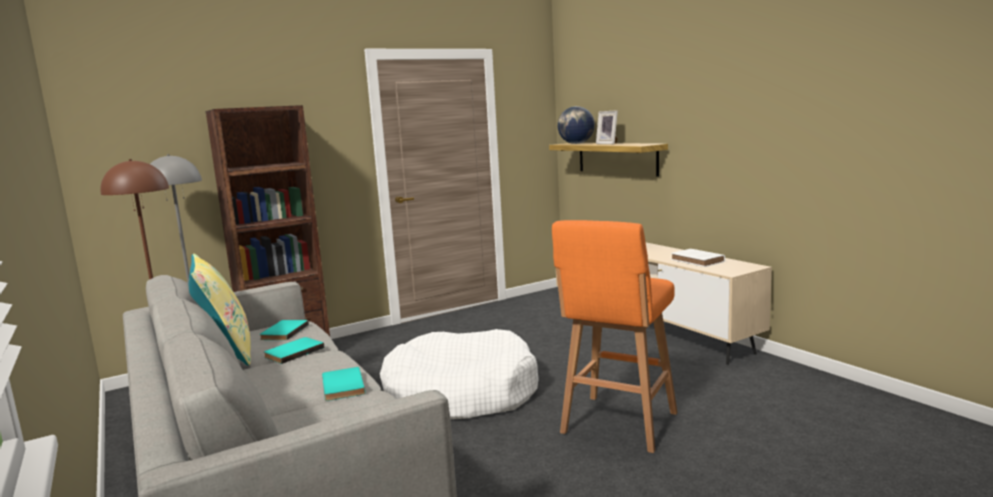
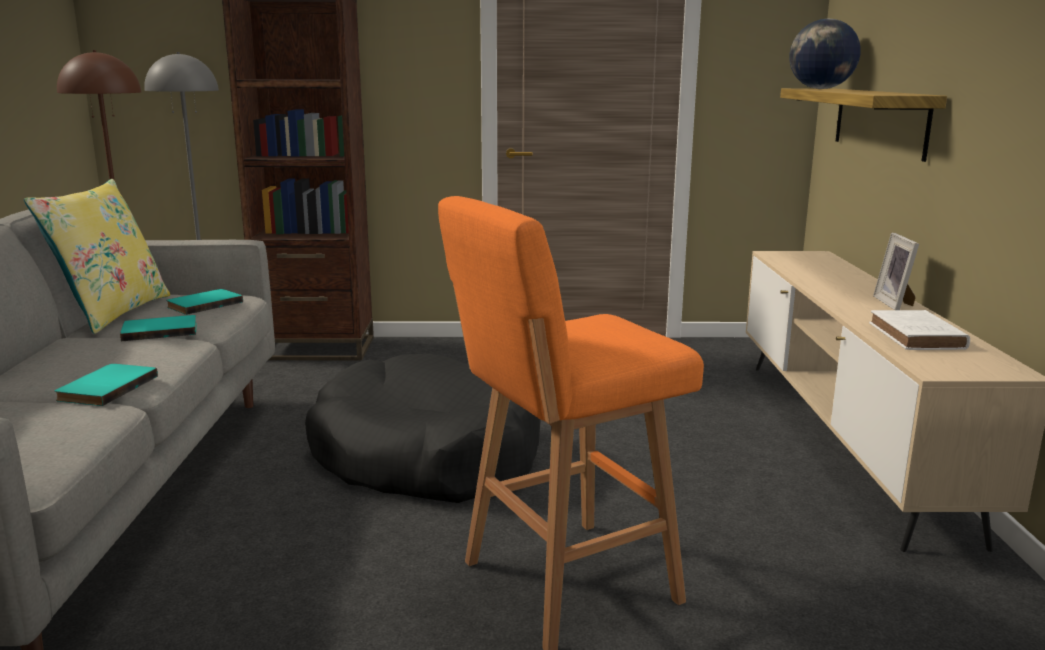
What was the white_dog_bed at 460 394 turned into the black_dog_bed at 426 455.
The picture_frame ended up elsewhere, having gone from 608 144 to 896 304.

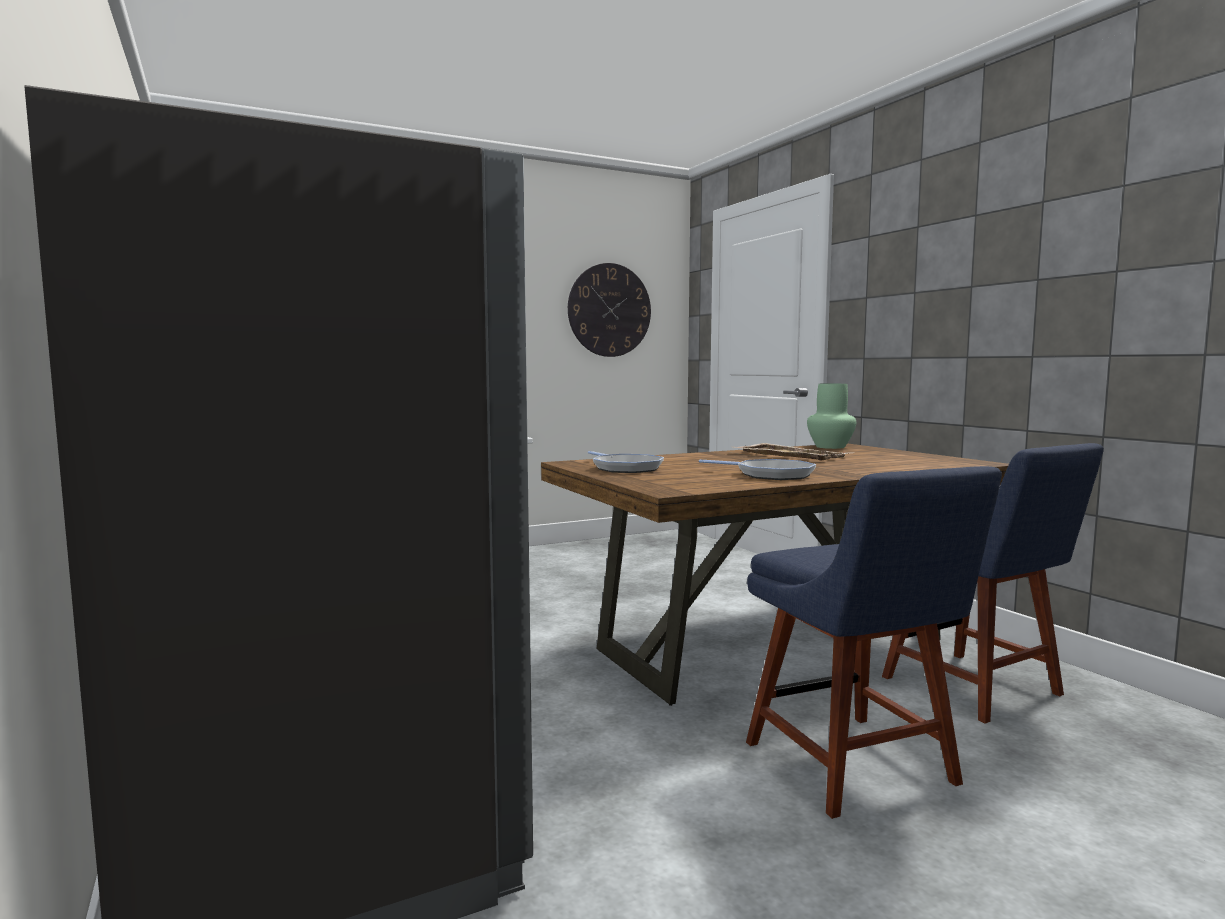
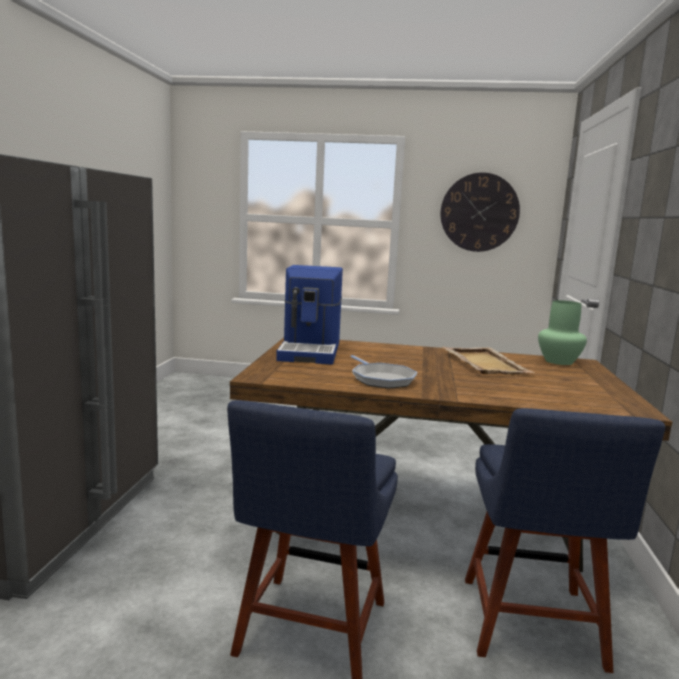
Where the frying_pan stood at 625 468, the coffee_machine came to stand at 311 351.

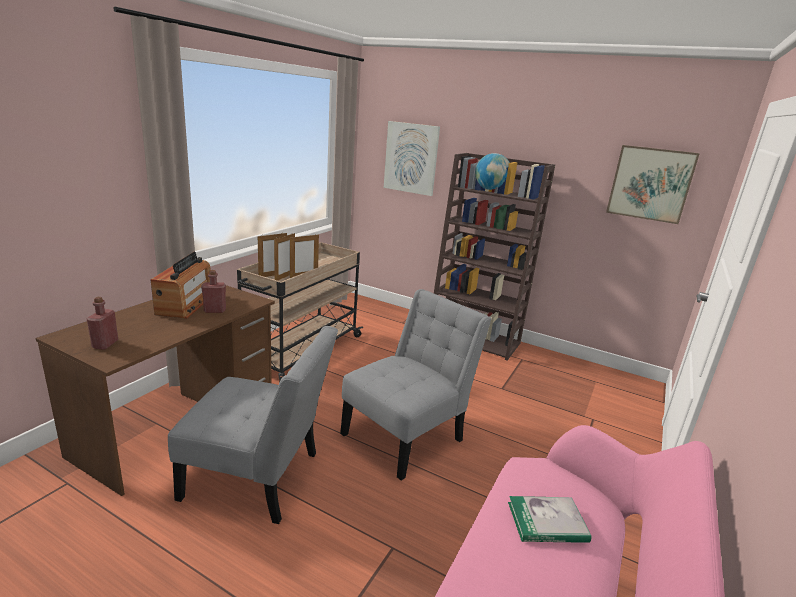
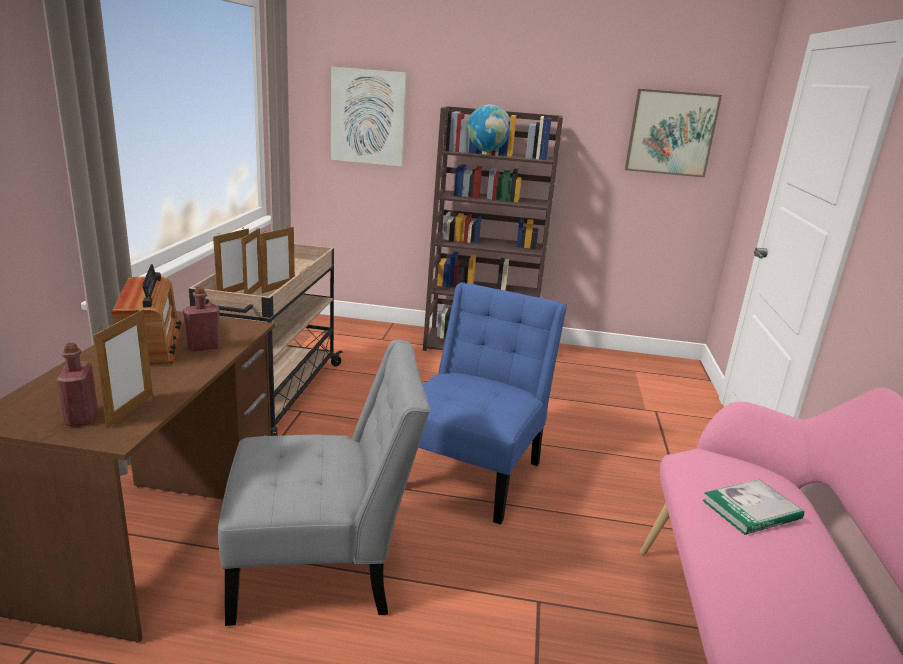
The second view gained the picture_frame at 130 410.
What was the grey_chair at 407 434 turned into the blue_chair at 473 471.

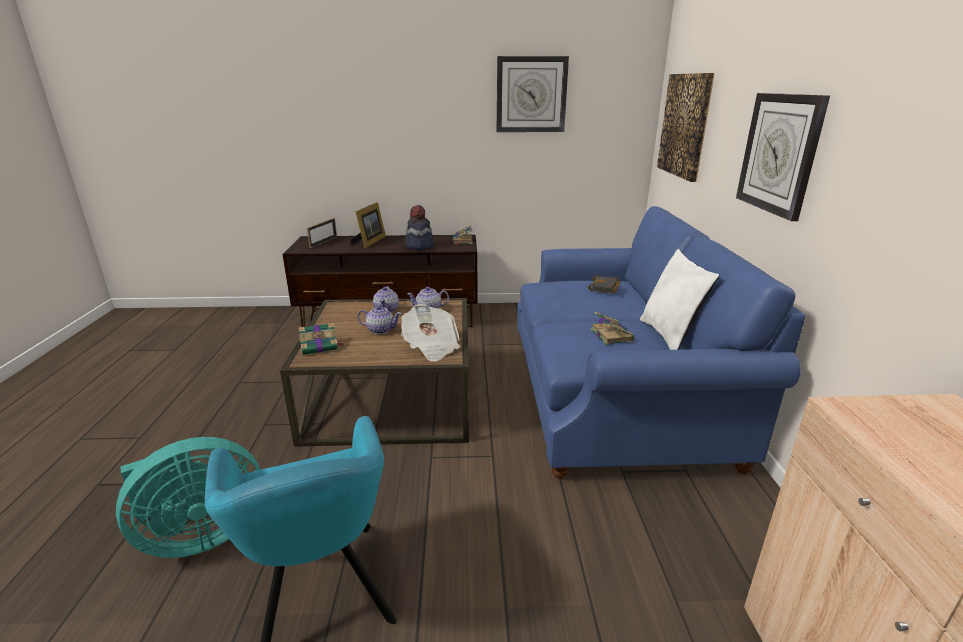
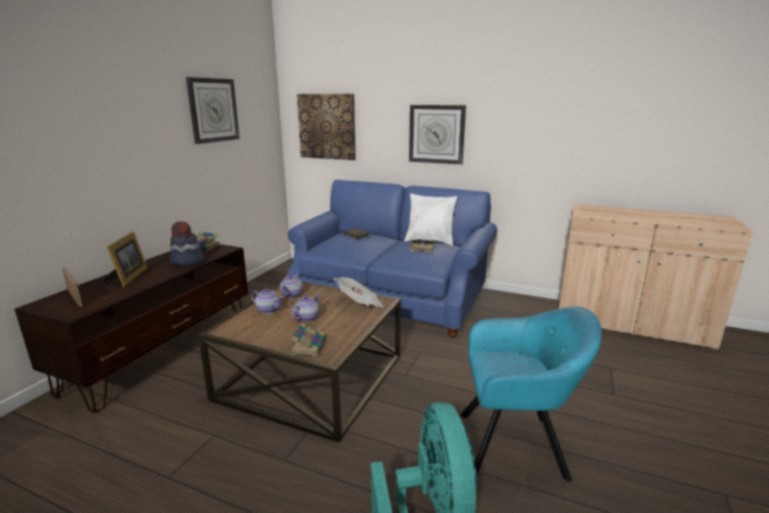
The picture_frame at 369 242 ended up facing another way, 45 degrees clockwise from before.

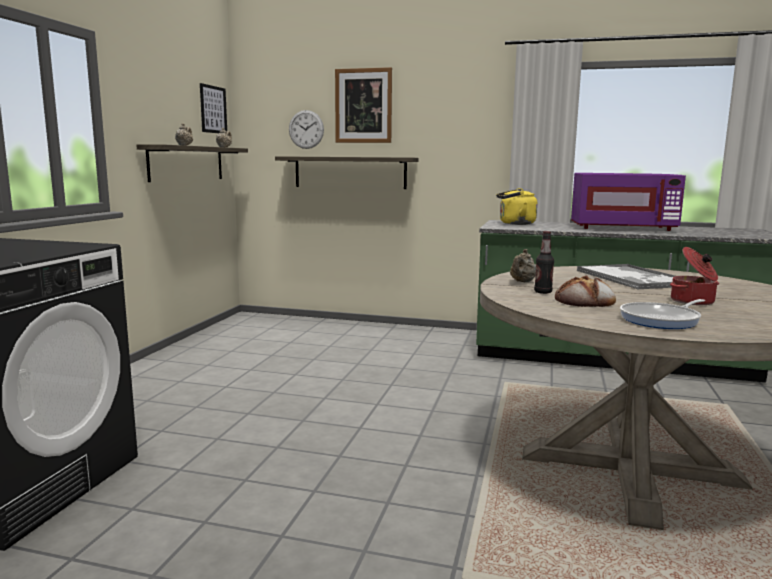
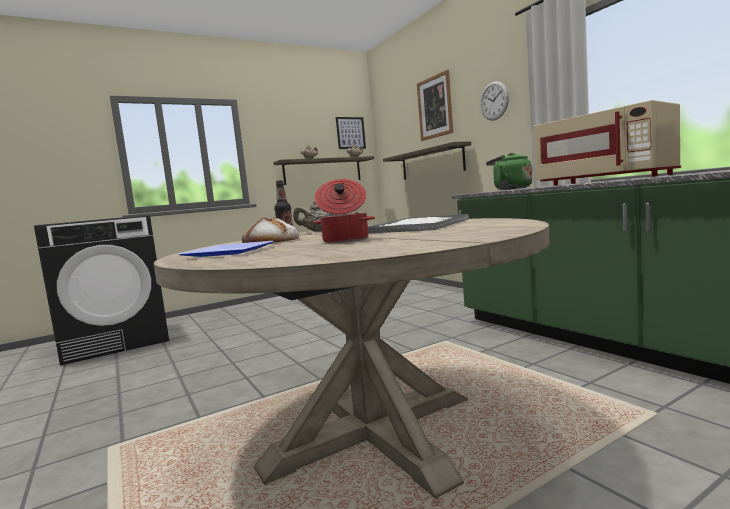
Where the frying_pan stood at 662 320, the plate came to stand at 230 252.
The wall_clock ended up elsewhere, having gone from 306 129 to 494 101.
What was the yellow_kettle at 514 223 turned into the green_kettle at 510 189.
What was the purple_microwave at 622 228 turned into the beige_microwave at 605 180.

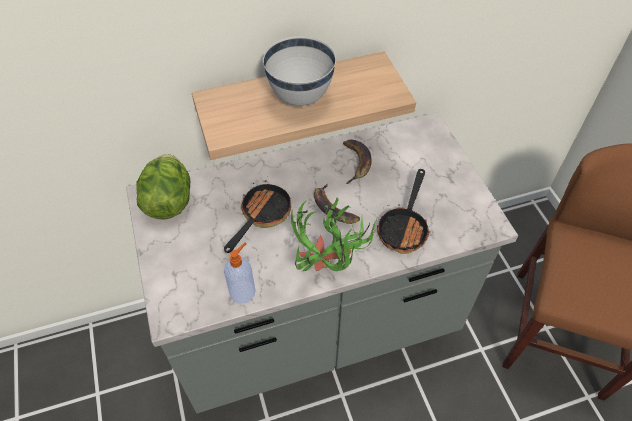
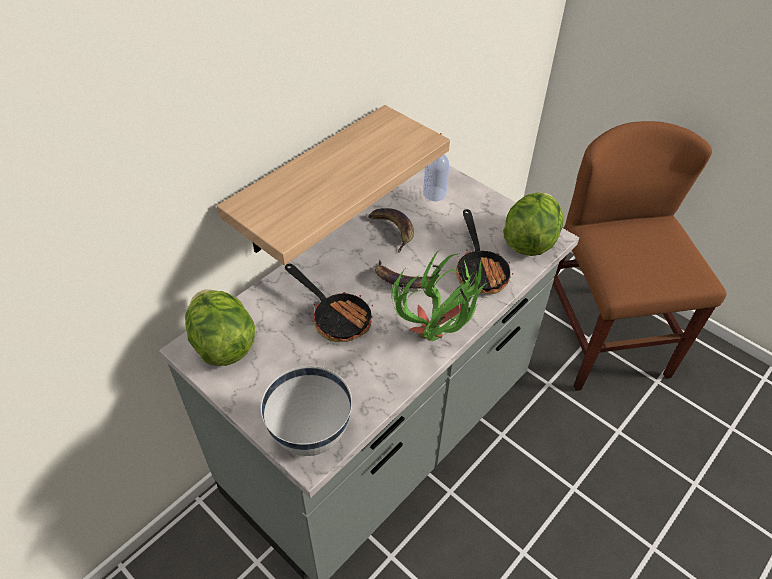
The white_bowl ended up elsewhere, having gone from 300 97 to 311 434.
The frying_pan at 262 216 ended up facing another way, 135 degrees clockwise from before.
The soap_dispenser ended up elsewhere, having gone from 243 291 to 434 193.
The second view gained the lettuce at 529 241.

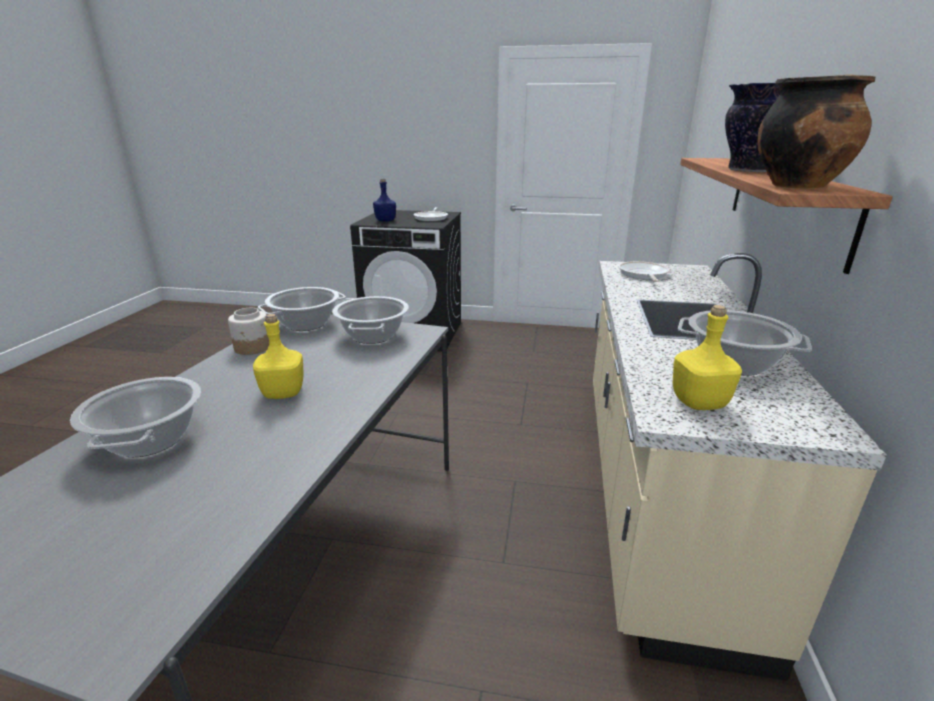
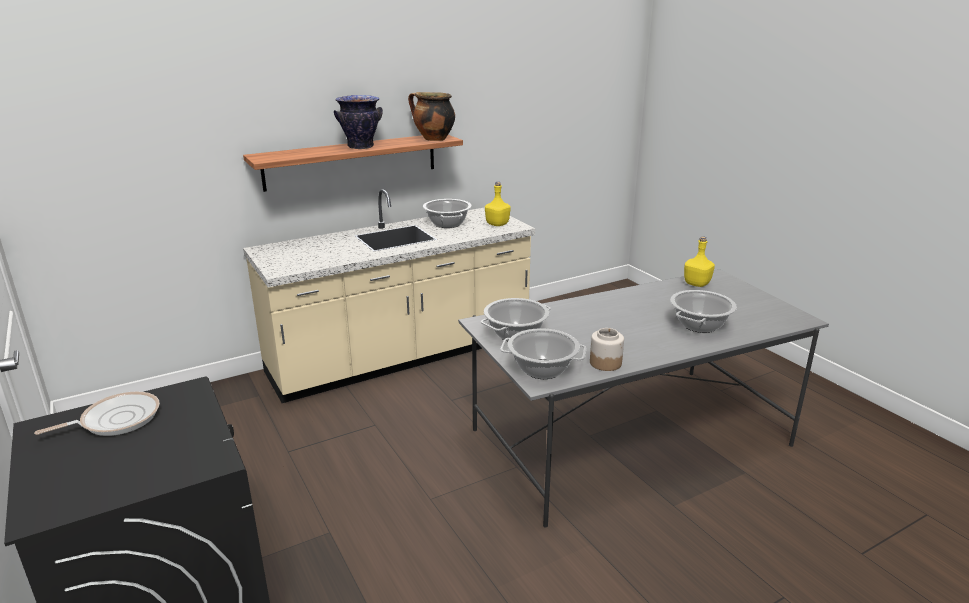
The yellow_bottle ended up elsewhere, having gone from 283 393 to 697 283.
The second view lost the blue_bottle at 385 220.
The second view lost the frying_pan at 643 274.

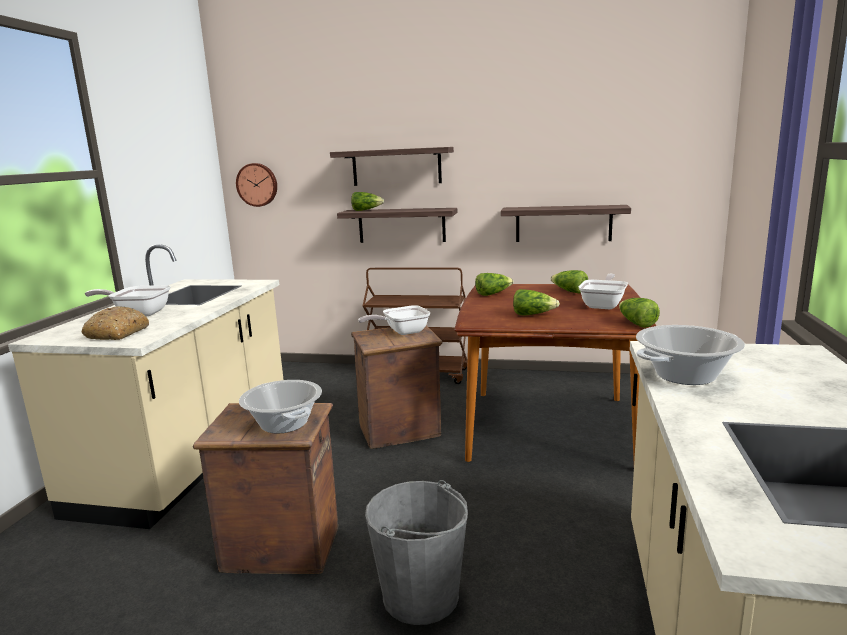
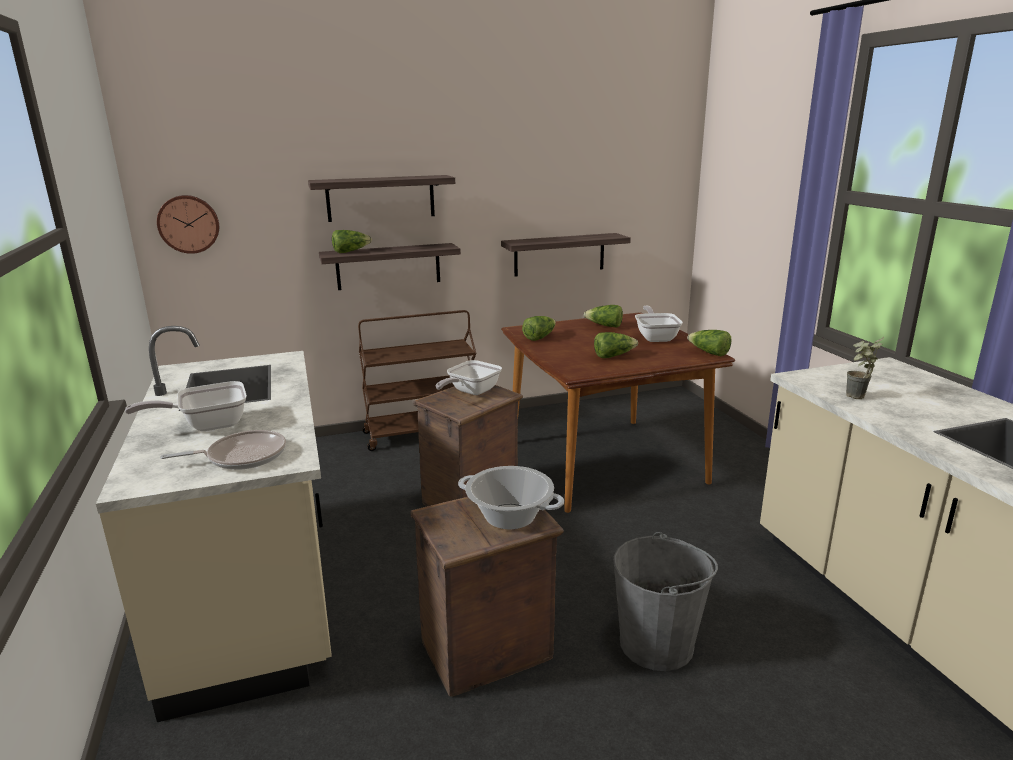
Where the bread stood at 117 333, the frying_pan came to stand at 242 456.
Where the cooking_pot stood at 686 376, the potted_plant came to stand at 856 398.

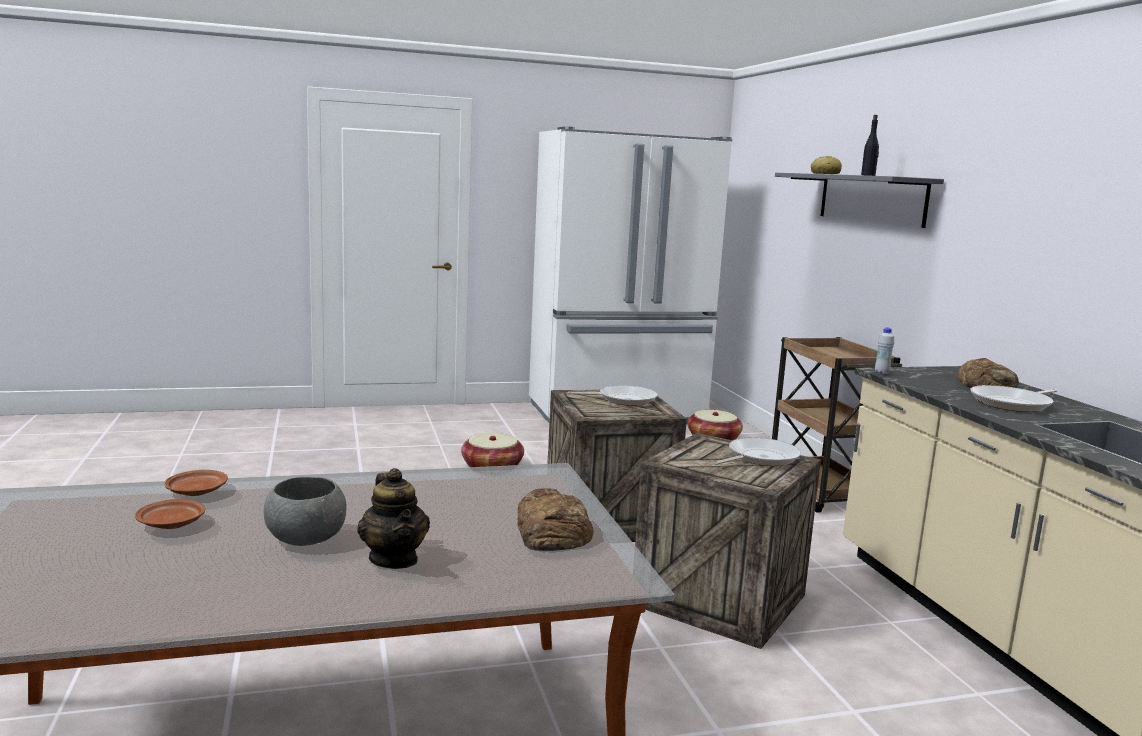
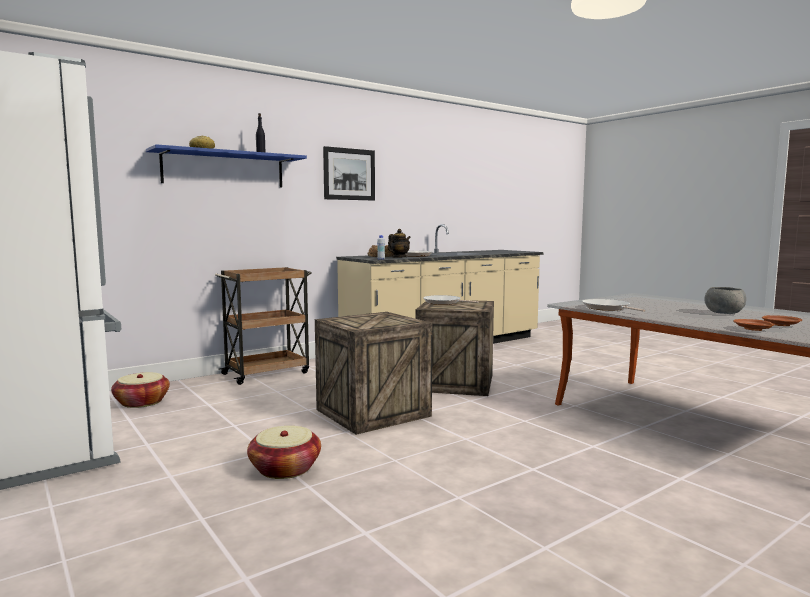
What was the grey_shelf at 871 199 turned into the blue_shelf at 224 169.
The second view gained the picture at 349 174.
The teapot ended up elsewhere, having gone from 394 559 to 399 257.
The frying_pan ended up elsewhere, having gone from 623 399 to 607 308.
The second view lost the bread at 552 532.

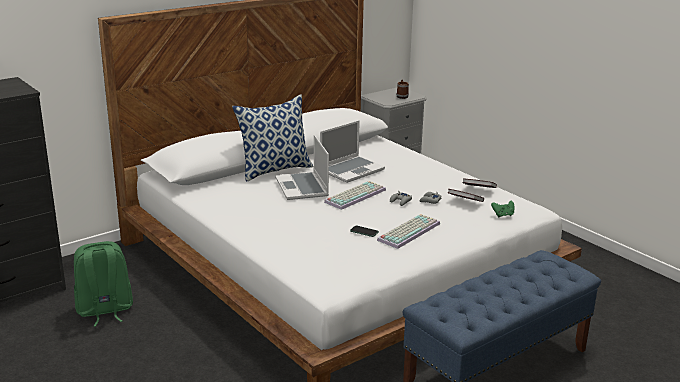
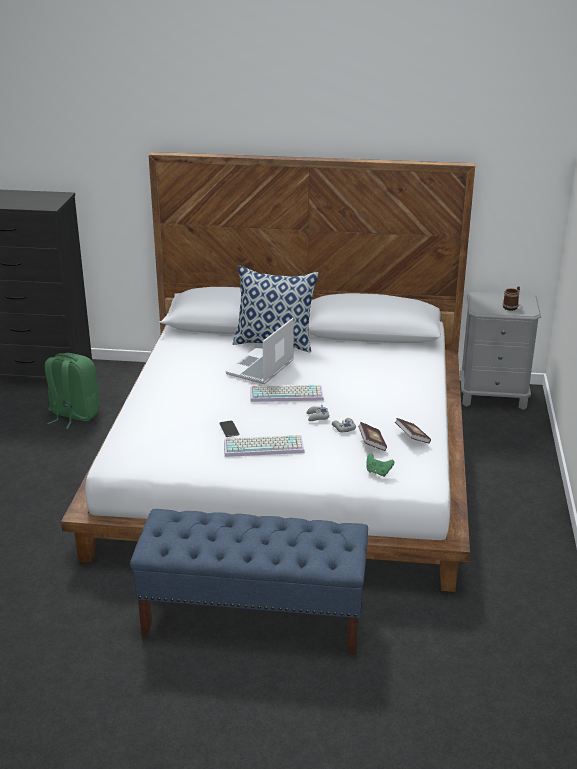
The second view lost the laptop at 352 170.

